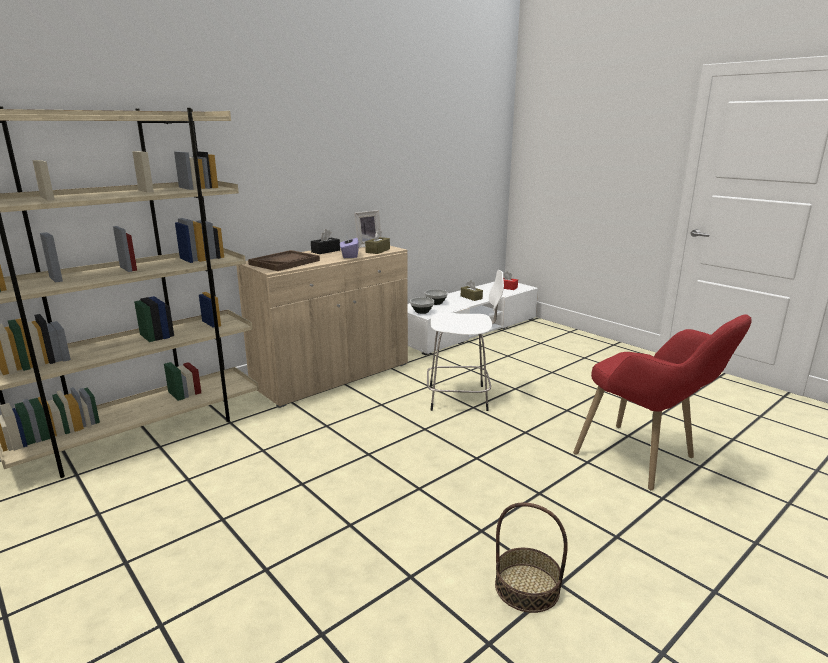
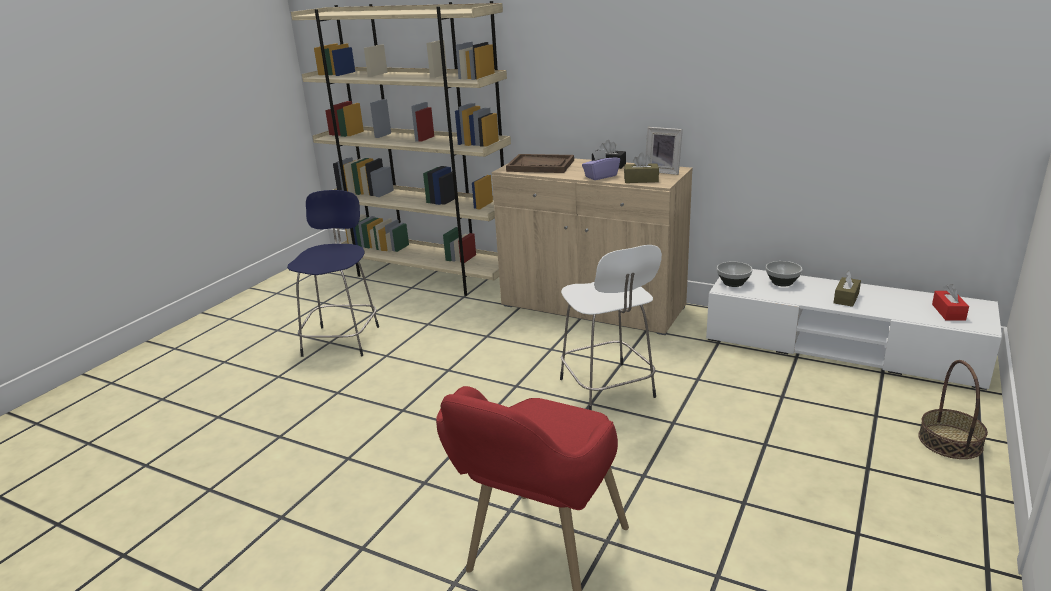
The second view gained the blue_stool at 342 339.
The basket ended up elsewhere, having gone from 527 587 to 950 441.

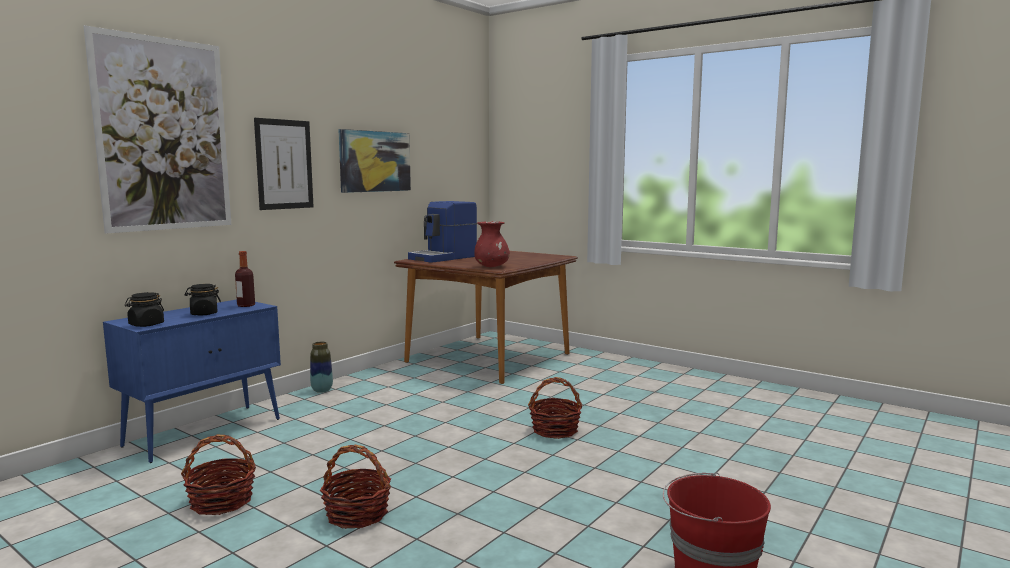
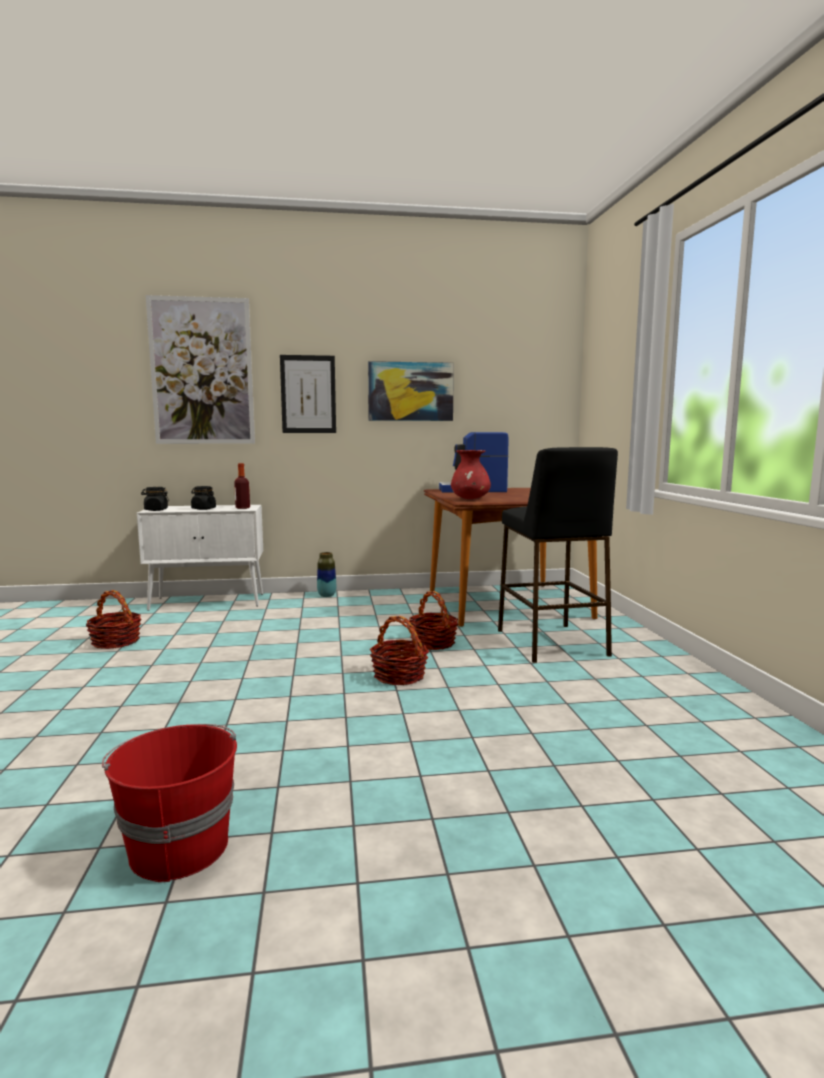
What was the blue_cabinet at 205 432 turned into the white_cabinet at 209 602.
The basket ended up elsewhere, having gone from 357 514 to 433 643.
The second view gained the black_stool at 551 643.

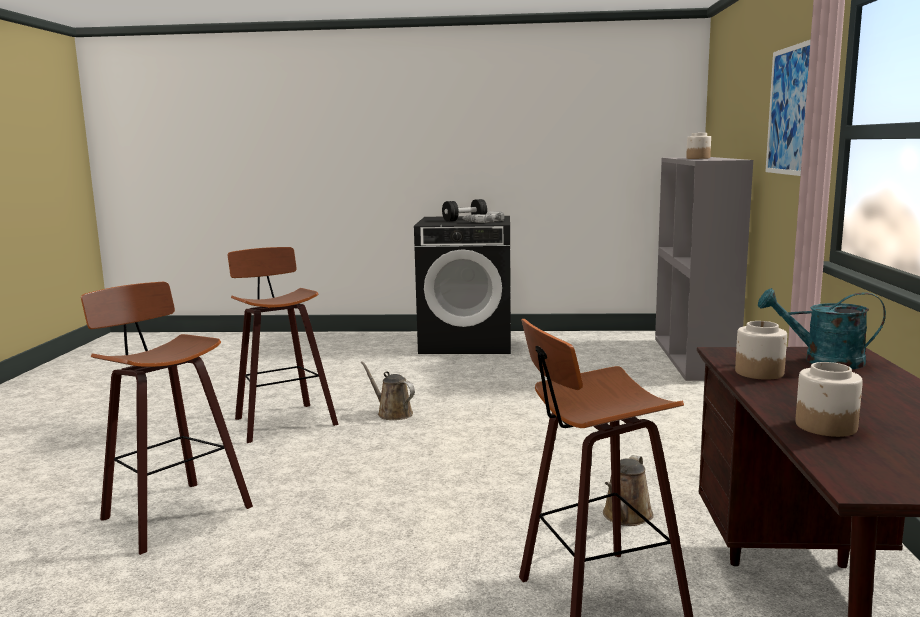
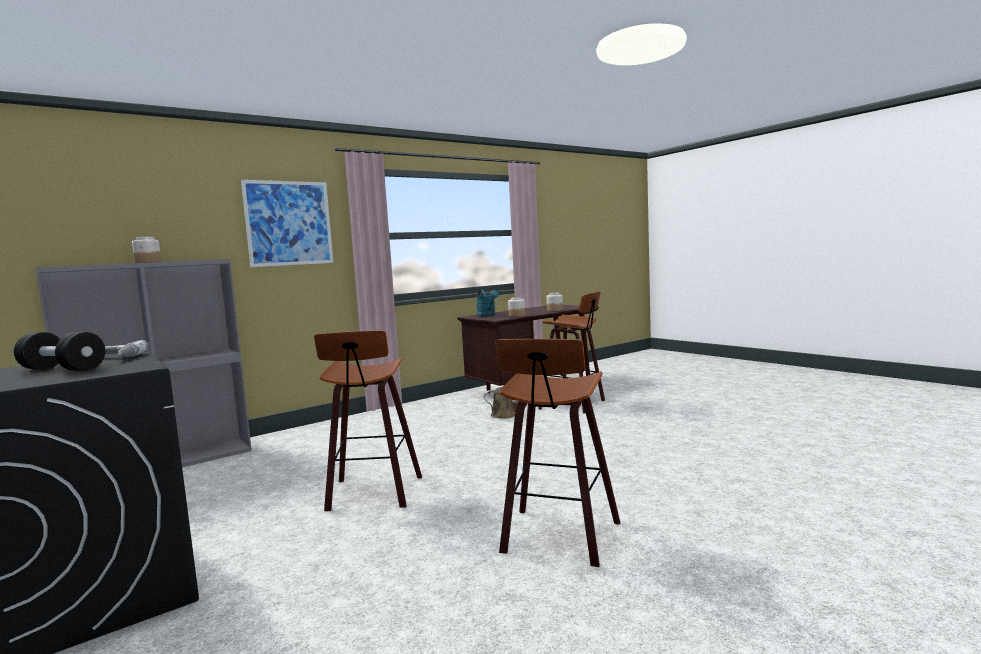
The stool ended up elsewhere, having gone from 171 513 to 373 494.
The second view lost the brown_watering_can at 392 413.

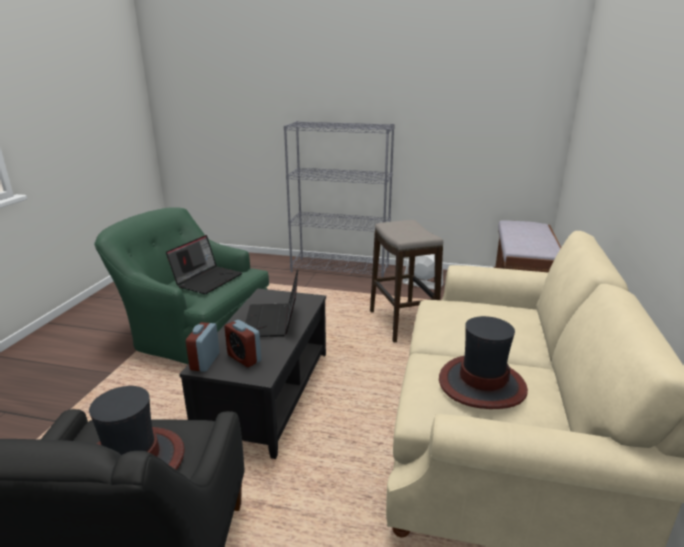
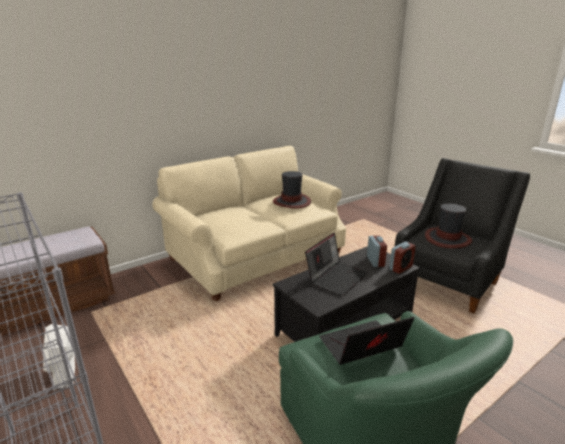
The second view lost the stool at 402 323.

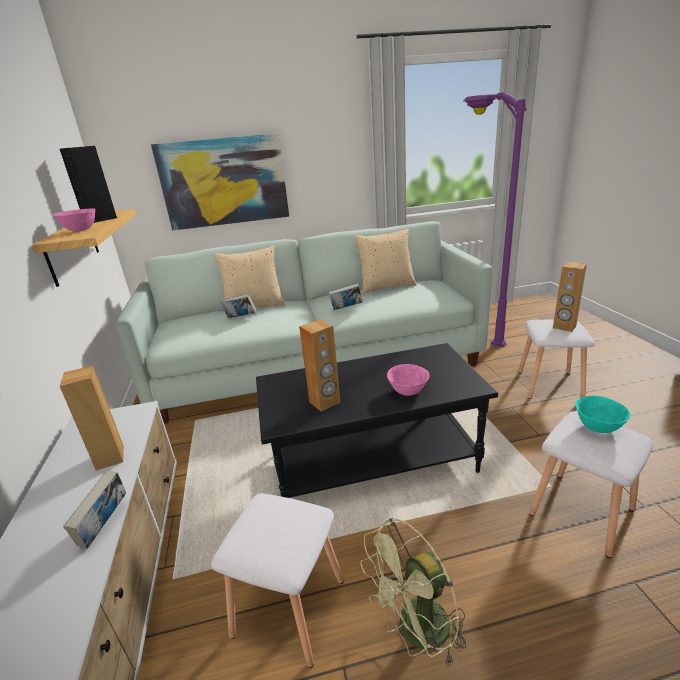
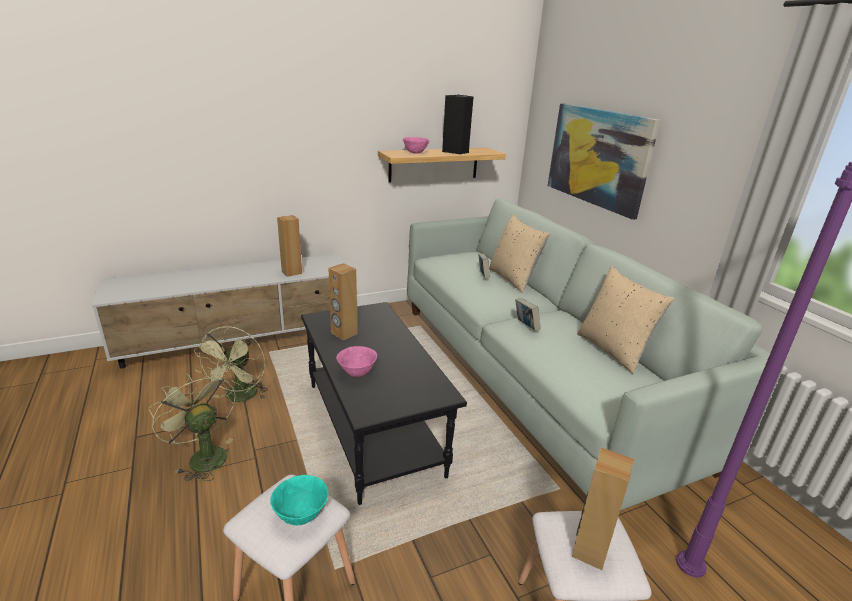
Where the white_stool stood at 289 605, the green_fan came to stand at 239 398.
The second view lost the book at 105 526.

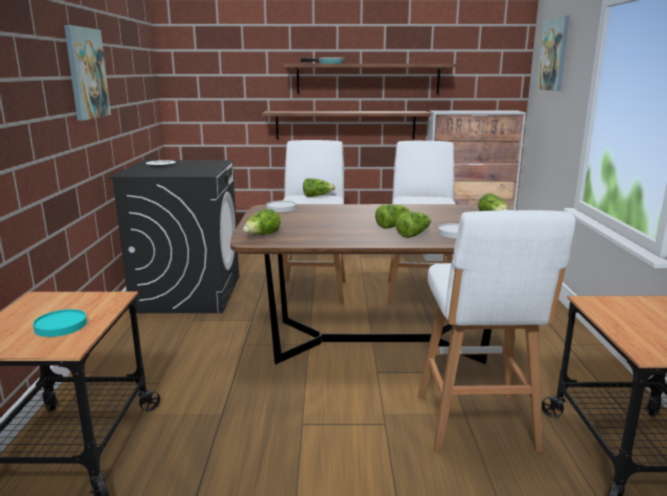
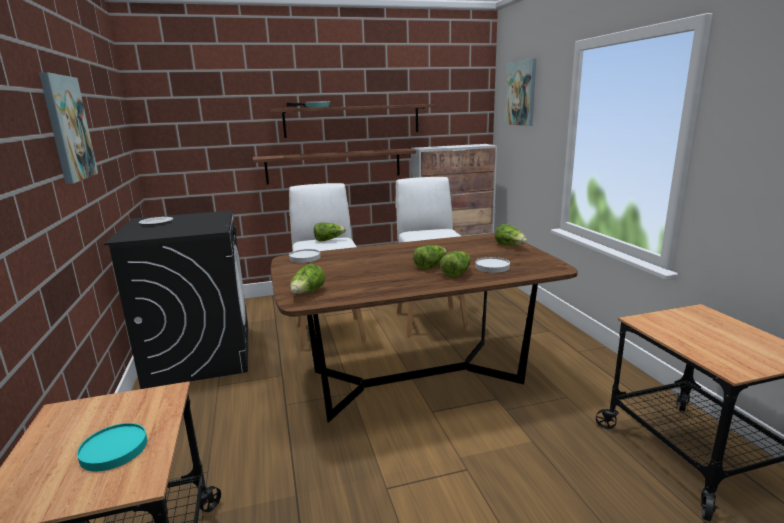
The second view lost the white_stool at 476 425.

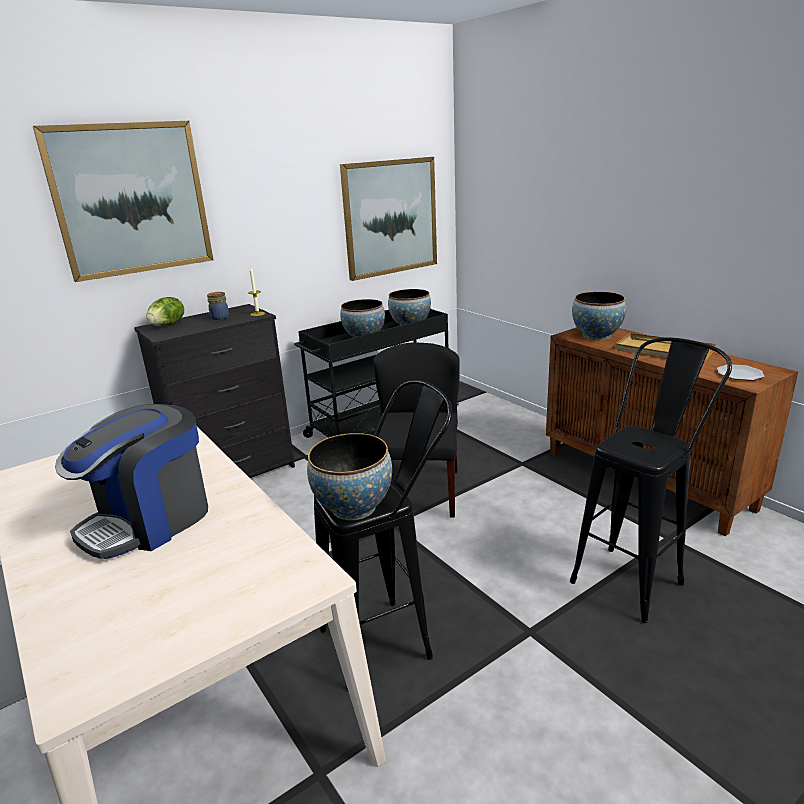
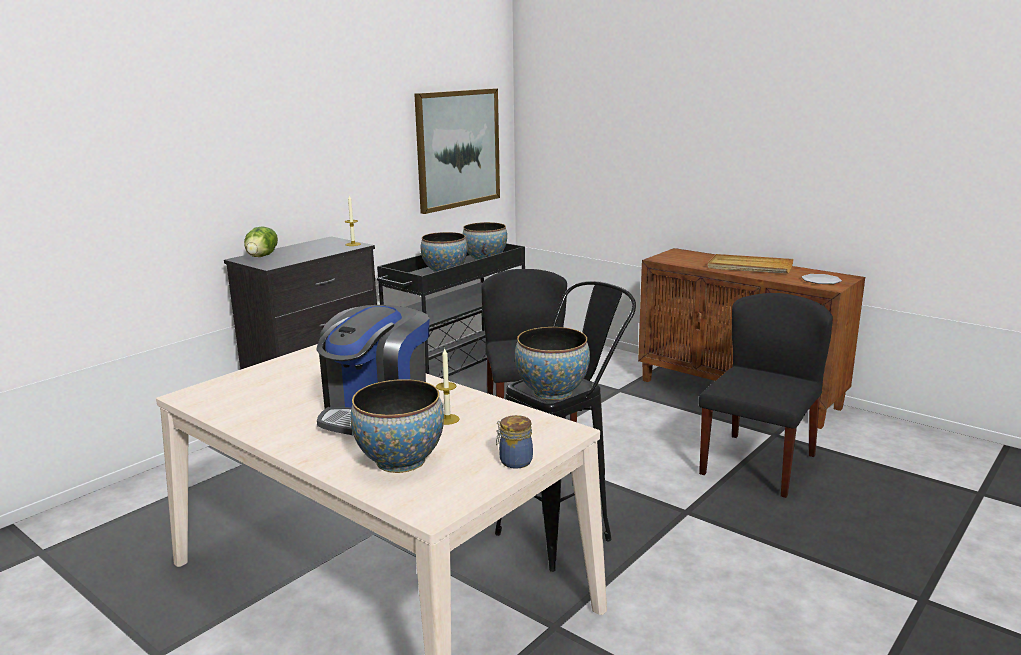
The bowl ended up elsewhere, having gone from 596 336 to 400 461.
The second view gained the candle at 447 419.
The jar ended up elsewhere, having gone from 219 317 to 514 461.
Where the black_stool stood at 635 575, the black_chair came to stand at 757 463.
The second view lost the picture at 131 199.

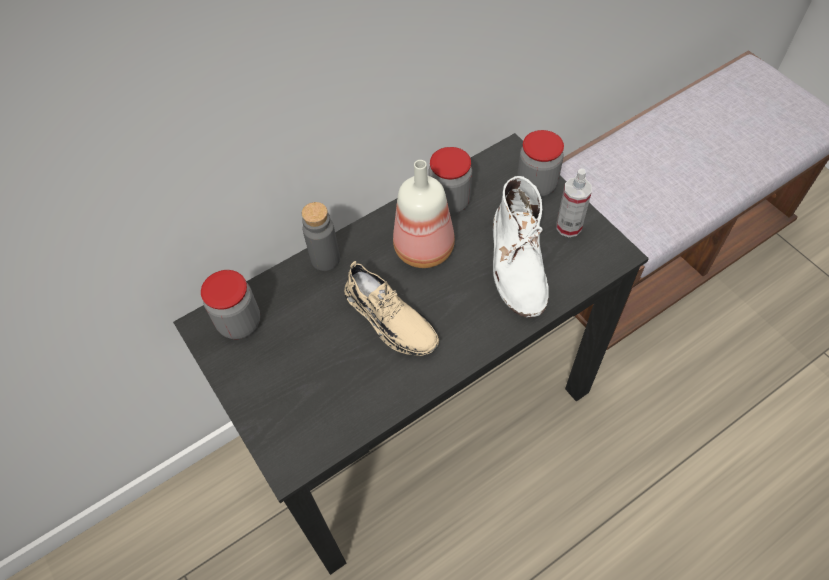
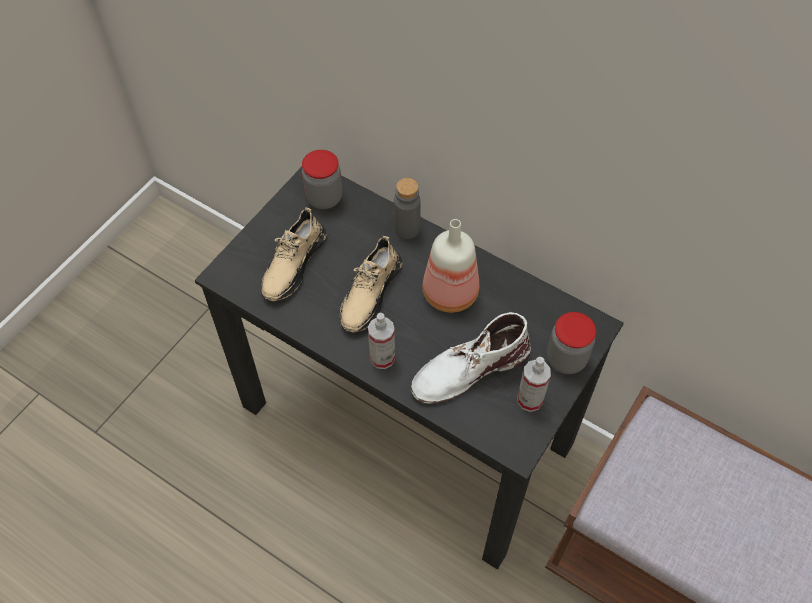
The second view gained the beige_shoe at 293 264.
The second view gained the spray_bottle at 382 358.
The second view lost the jar at 449 201.

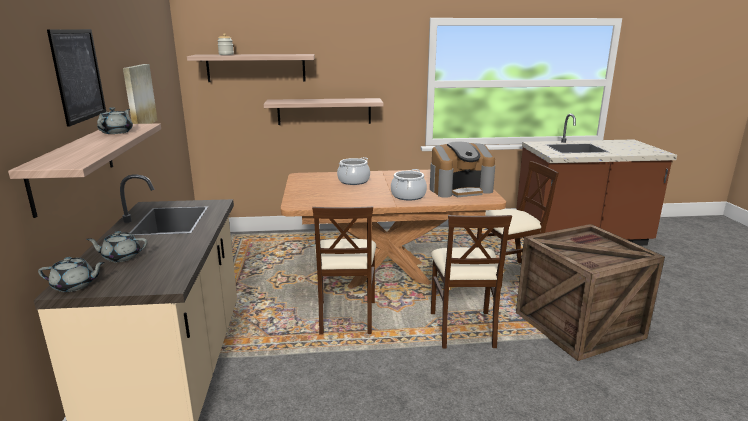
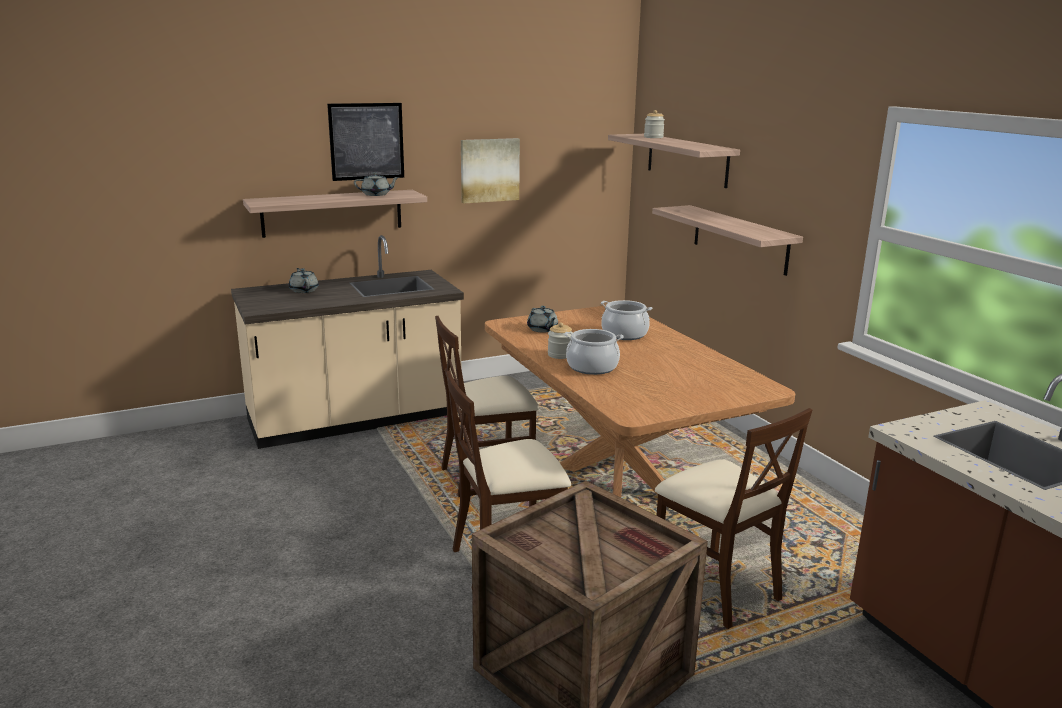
The grey_teapot ended up elsewhere, having gone from 75 286 to 542 329.
The second view gained the jar at 560 355.
The second view lost the coffee_machine at 460 189.

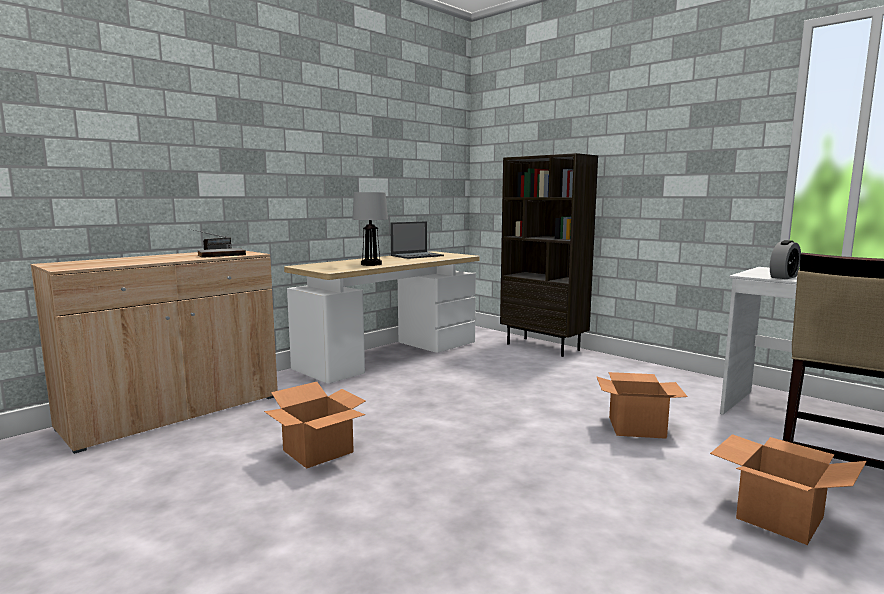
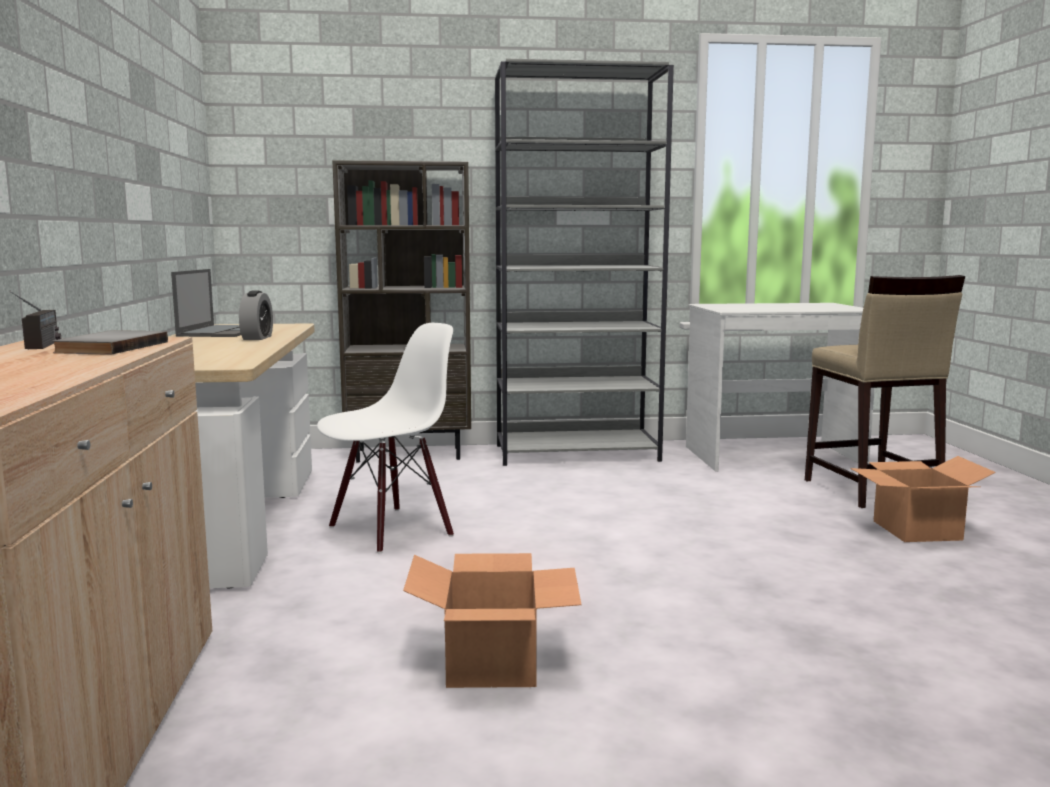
The alarm_clock ended up elsewhere, having gone from 783 277 to 257 338.
The second view gained the white_chair at 390 530.
The second view gained the grey_bookcase at 577 453.
The second view lost the table_lamp at 371 264.
The second view lost the cardboard_box at 636 427.

